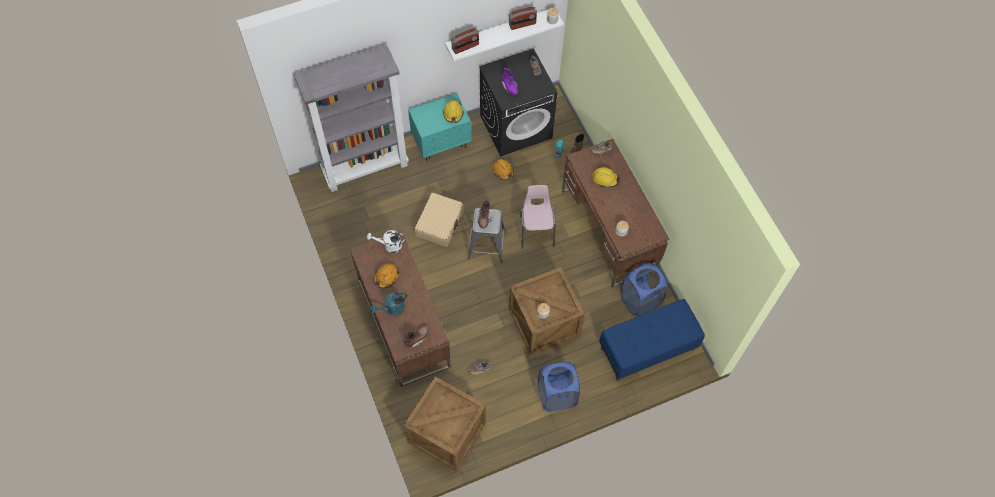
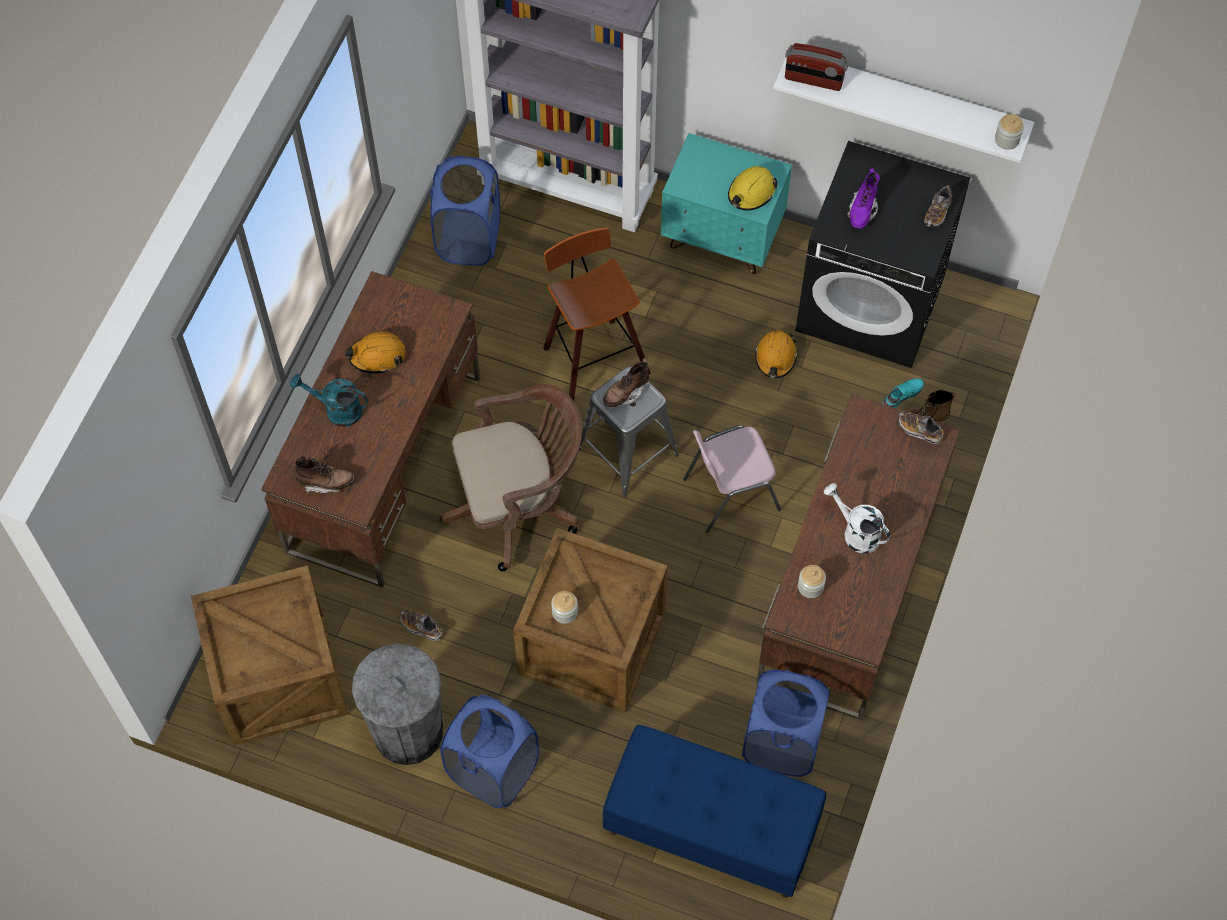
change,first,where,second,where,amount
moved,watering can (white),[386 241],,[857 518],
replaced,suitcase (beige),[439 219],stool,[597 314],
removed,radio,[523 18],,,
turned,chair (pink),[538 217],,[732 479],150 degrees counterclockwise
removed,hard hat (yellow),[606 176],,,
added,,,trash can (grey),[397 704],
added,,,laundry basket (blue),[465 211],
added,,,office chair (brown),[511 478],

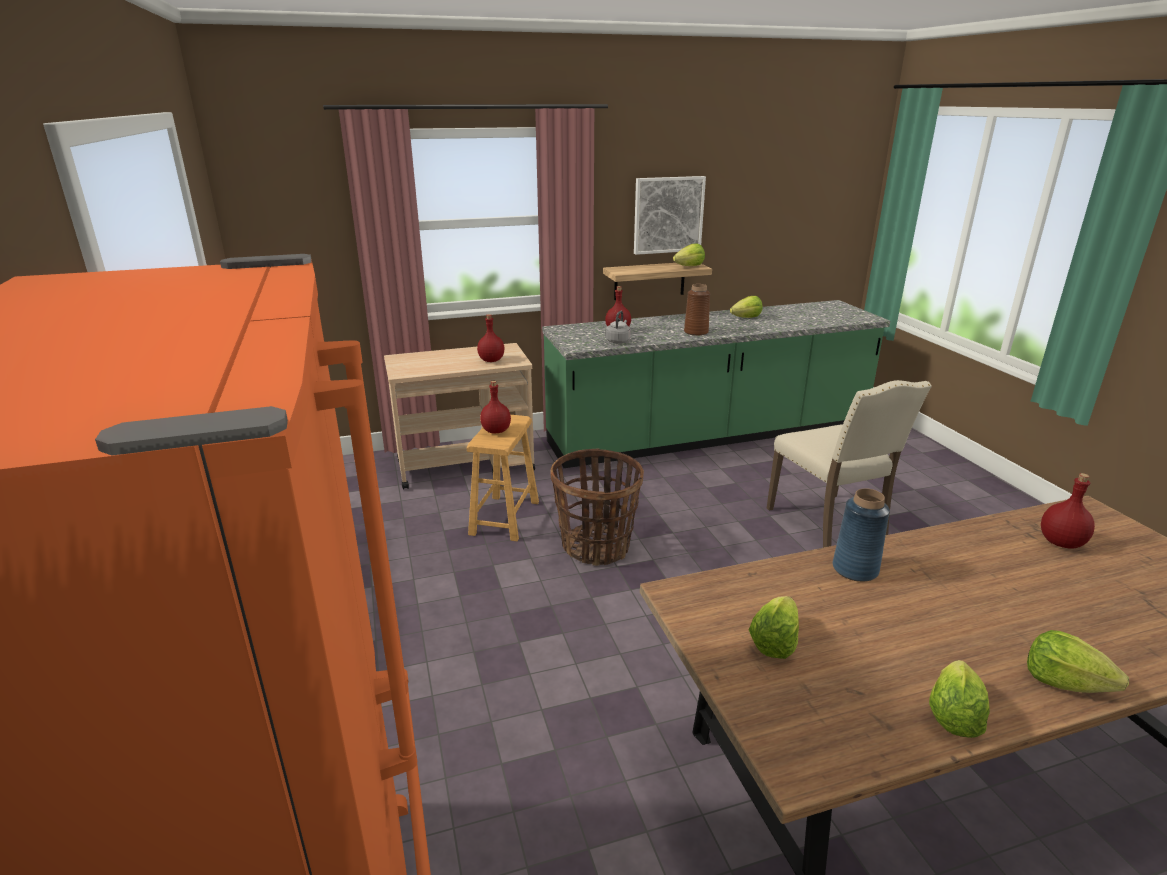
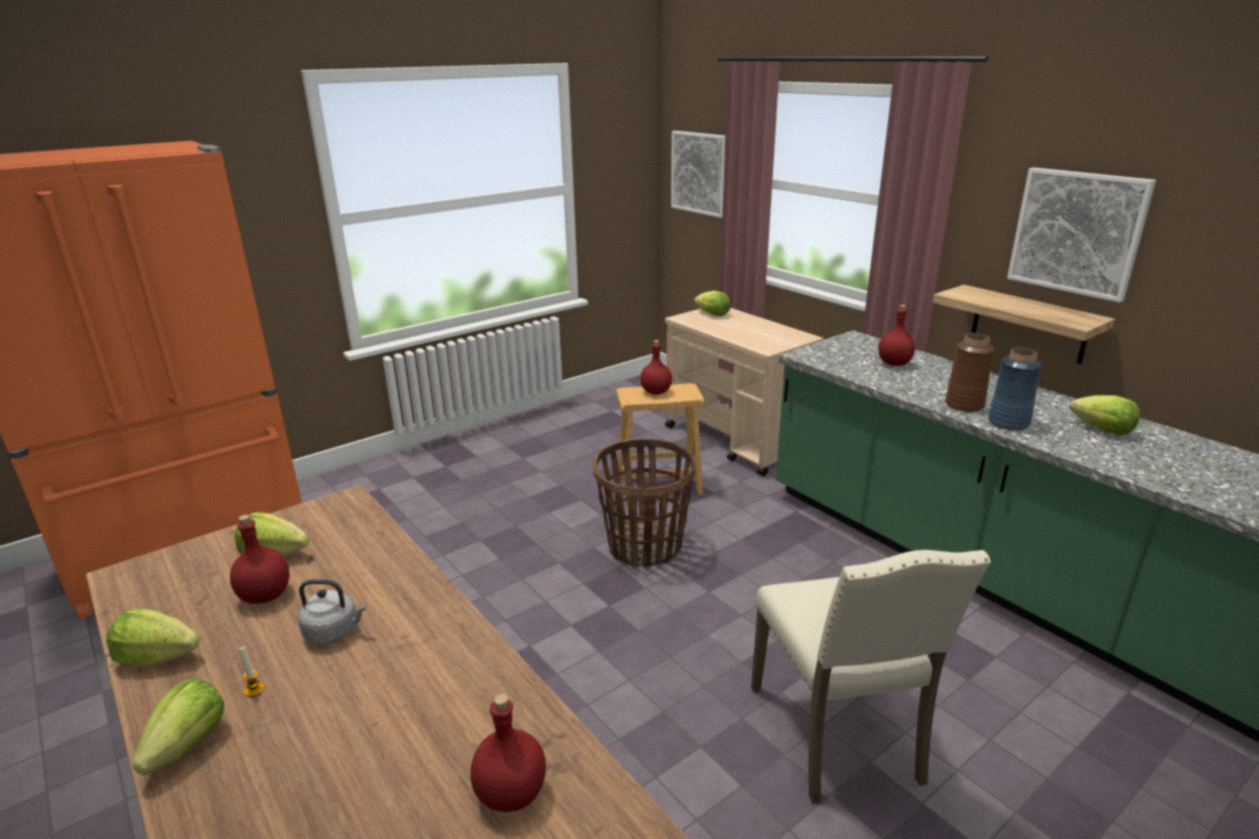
change,first,where,second,where,amount
moved,bottle (red),[490 338],,[259 559],
moved,kettle (grey),[618 327],,[332 611],
moved,lettuce,[689 254],,[712 303],
turned,chair (beige),[849 464],,[871 677],60 degrees counterclockwise
moved,vase (blue),[861 535],,[1015 389],
added,,,candle,[252 671],
added,,,picture,[698 174],

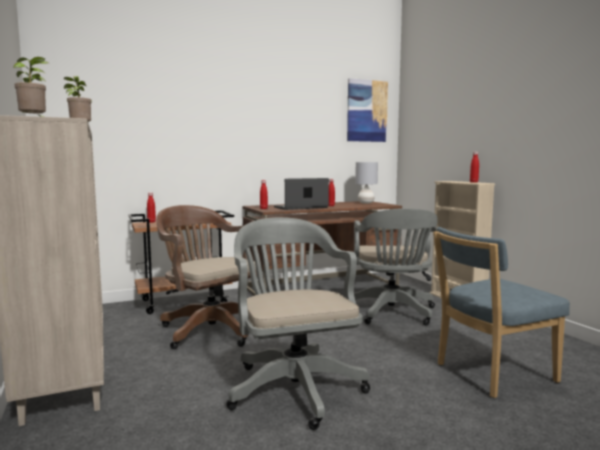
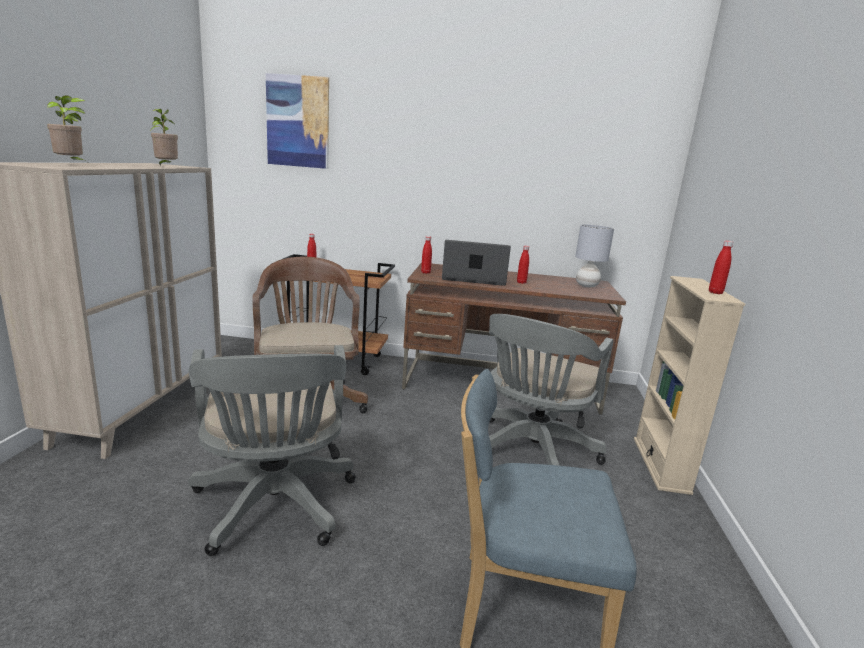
change,first,where,second,where,amount
turned,office chair (grey),[298 323],,[272 450],150 degrees clockwise
moved,picture,[367 110],,[297 121],

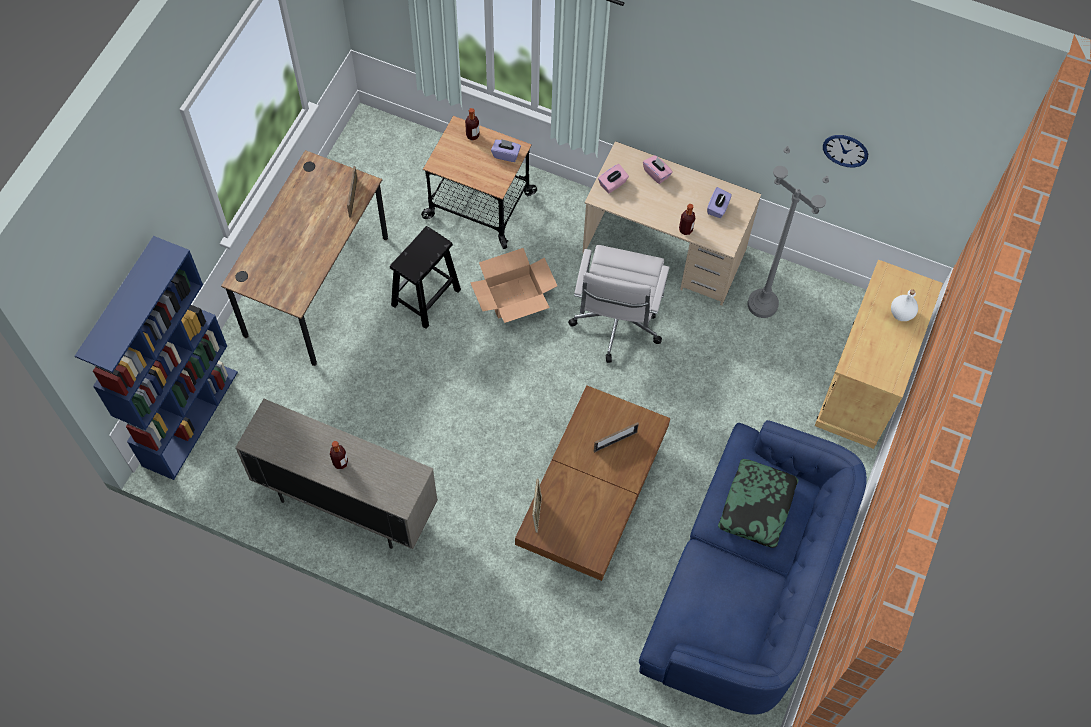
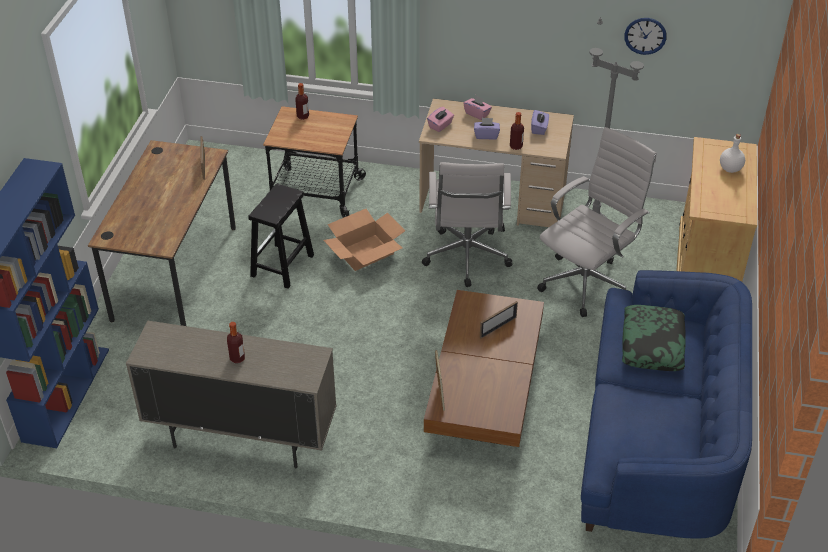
change,first,where,second,where,amount
moved,tissue box (purple),[506 150],,[487 129],
added,,,office chair (white),[596 222],

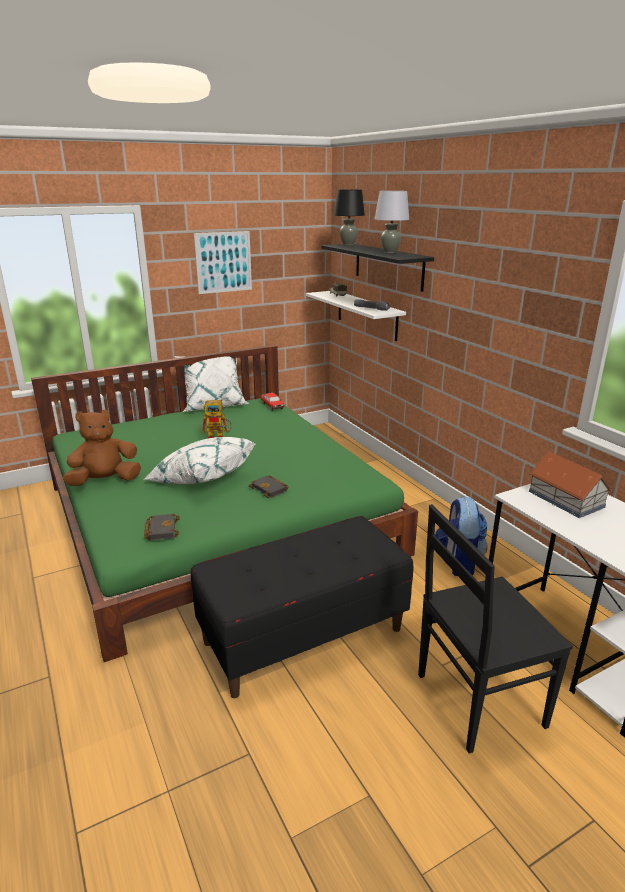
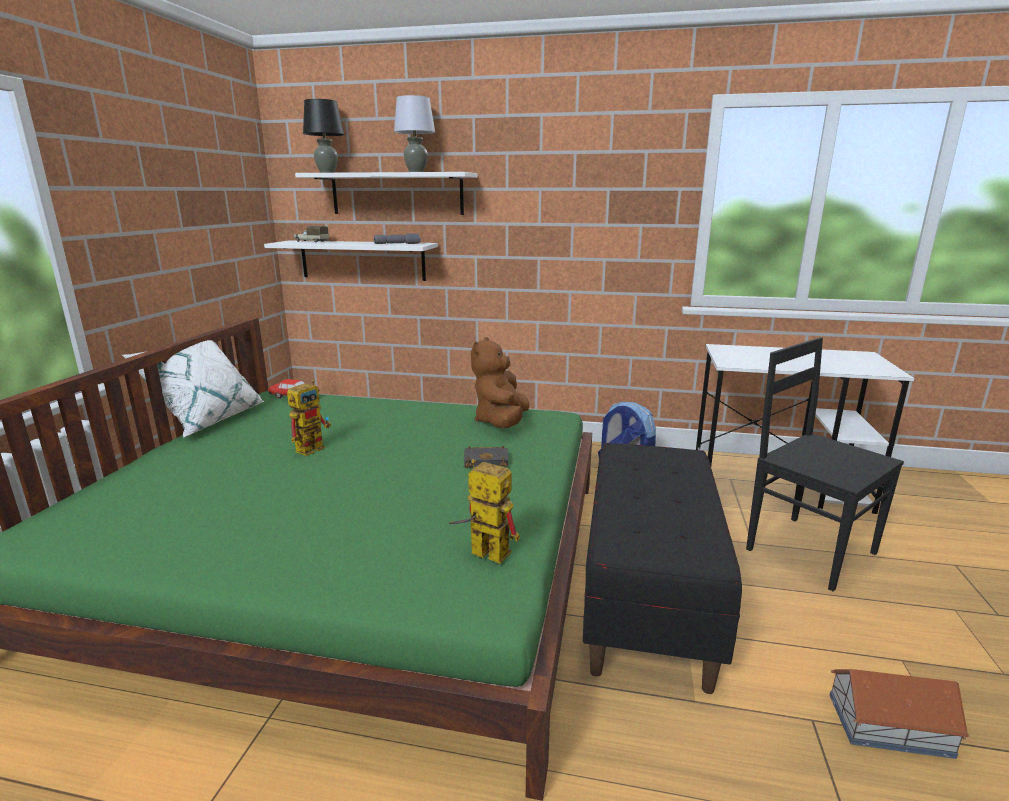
change,first,where,second,where,amount
moved,plush toy (brown),[101 448],,[500 382],
removed,pillow (white),[199 460],,,
replaced,book (black),[162 527],toy robot,[484 511],
removed,picture,[223 262],,,
recoloured,shelf (black),[377 268],shelf (white),[386 193],
turned,chair (black),[495 629],,[825 464],120 degrees clockwise
moved,toy house,[570 484],,[900 714],

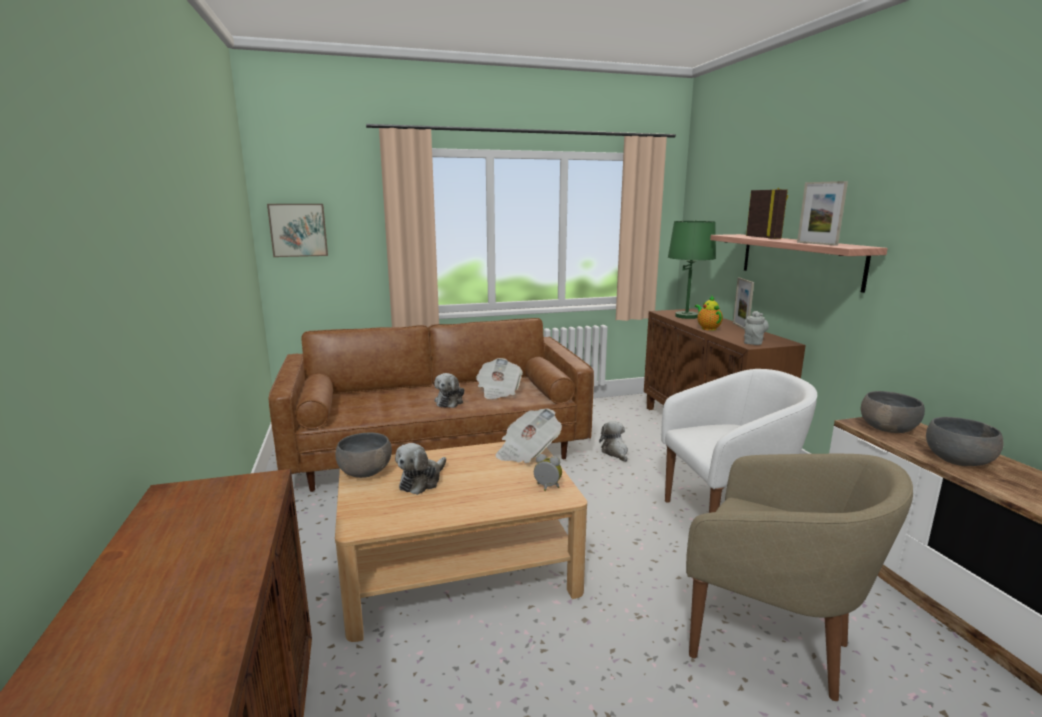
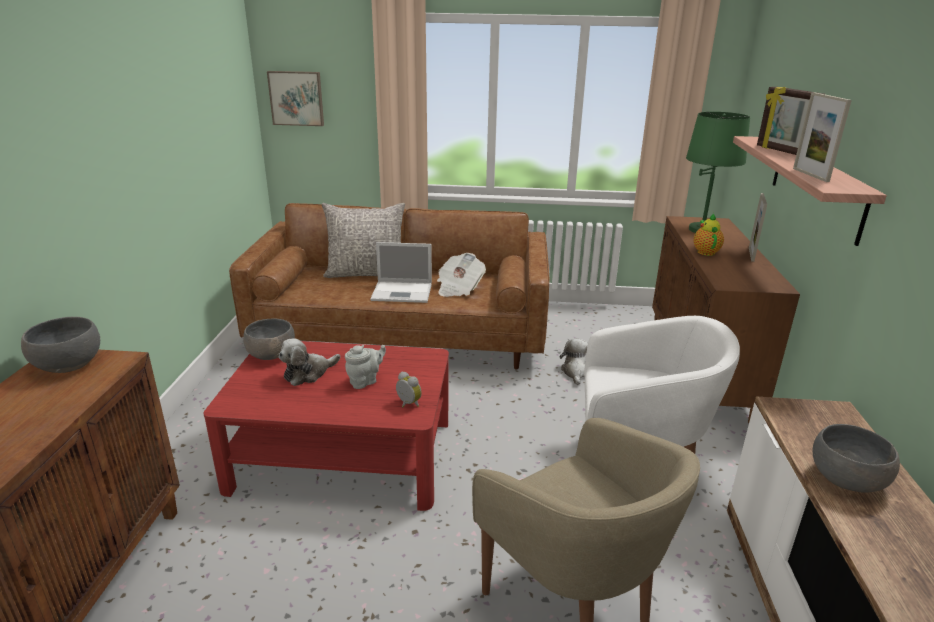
change,first,where,second,where,amount
recoloured,coffee table (beige),[461 542],coffee table (red),[326 426],
replaced,plush toy,[449 390],laptop,[401 272],
removed,newspaper,[528 435],,,
moved,teapot (grey),[756 328],,[365 367],
turned,picture frame,[767 213],,[790 121],150 degrees clockwise
moved,bowl (grey),[893 412],,[60 345],
added,,,pillow (grey),[363 240],

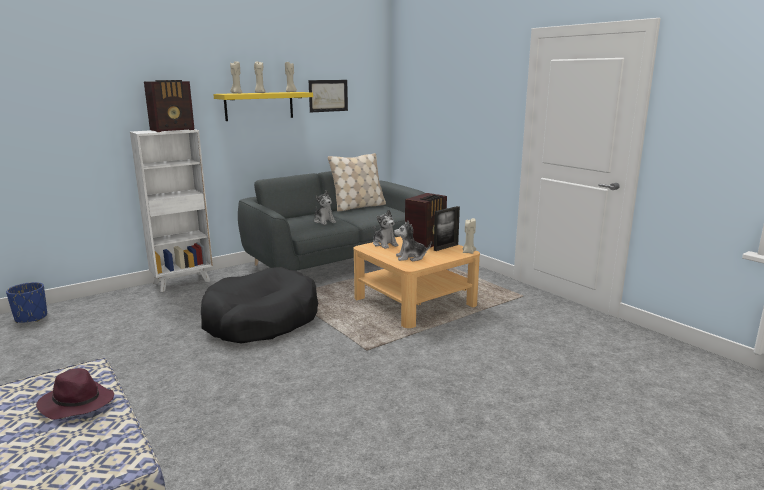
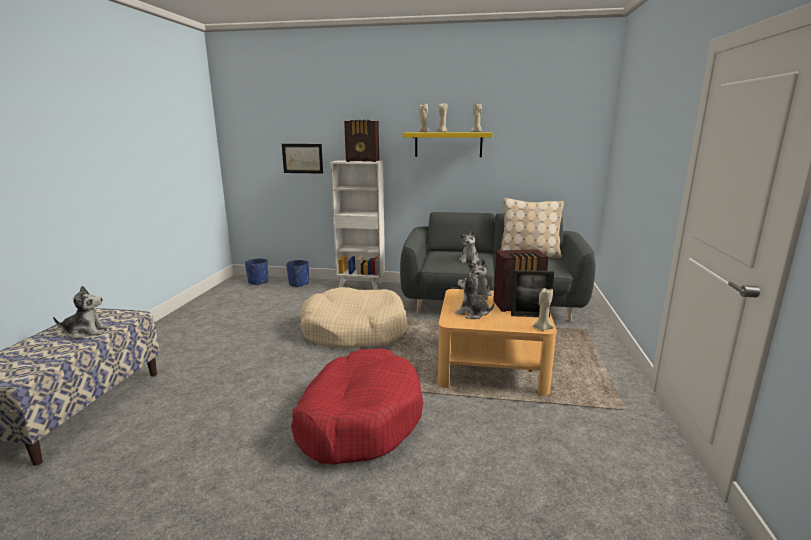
change,first,where,second,where,amount
replaced,hat (purple),[75 394],plush toy,[80 312],
recoloured,dog bed (black),[259 305],dog bed (beige),[353 317],
moved,picture,[328 96],,[302 159],
added,,,planter (blue),[297 273],
added,,,dog bed (red),[357 406],

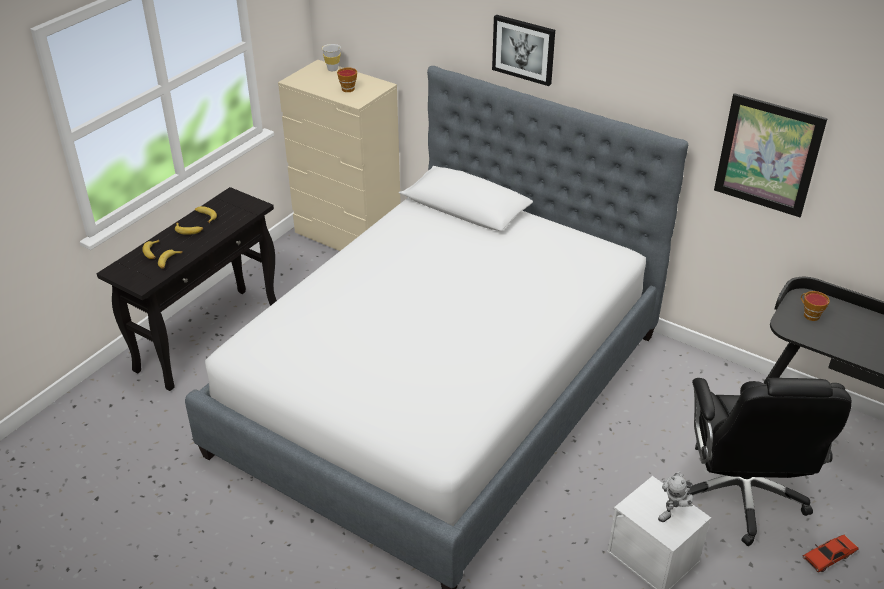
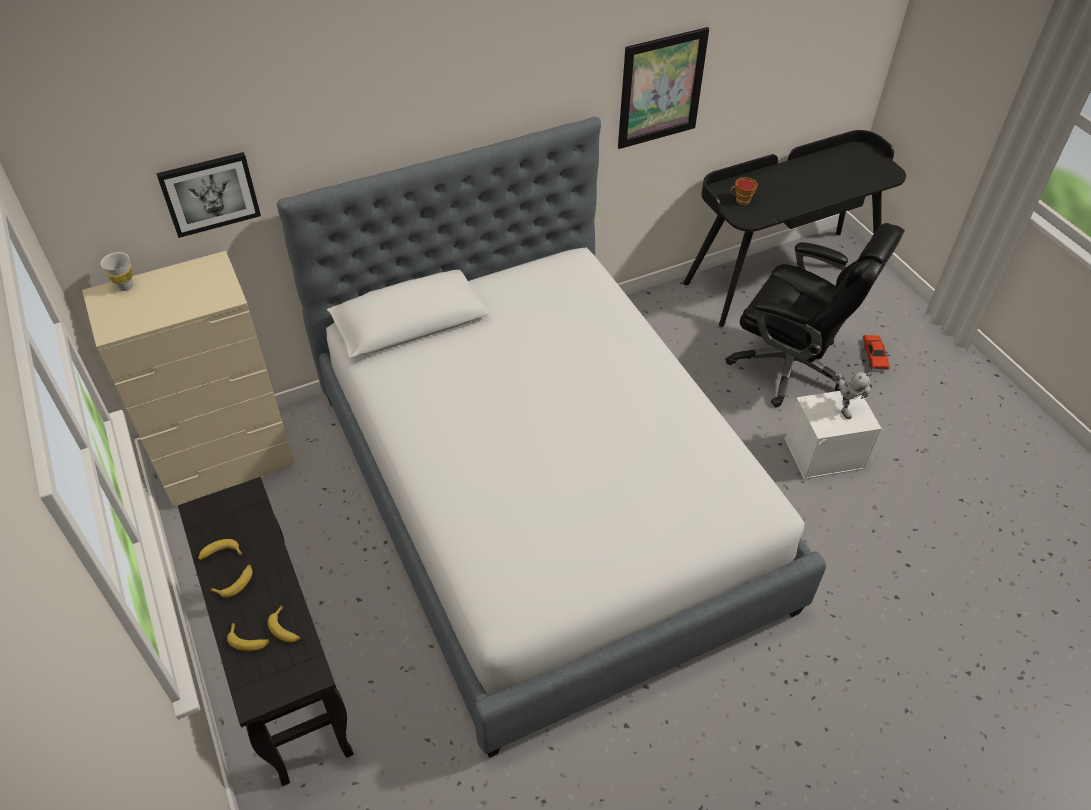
change,first,where,second,where,amount
removed,cup,[347 80],,,
moved,picture,[523 50],,[208 195],

